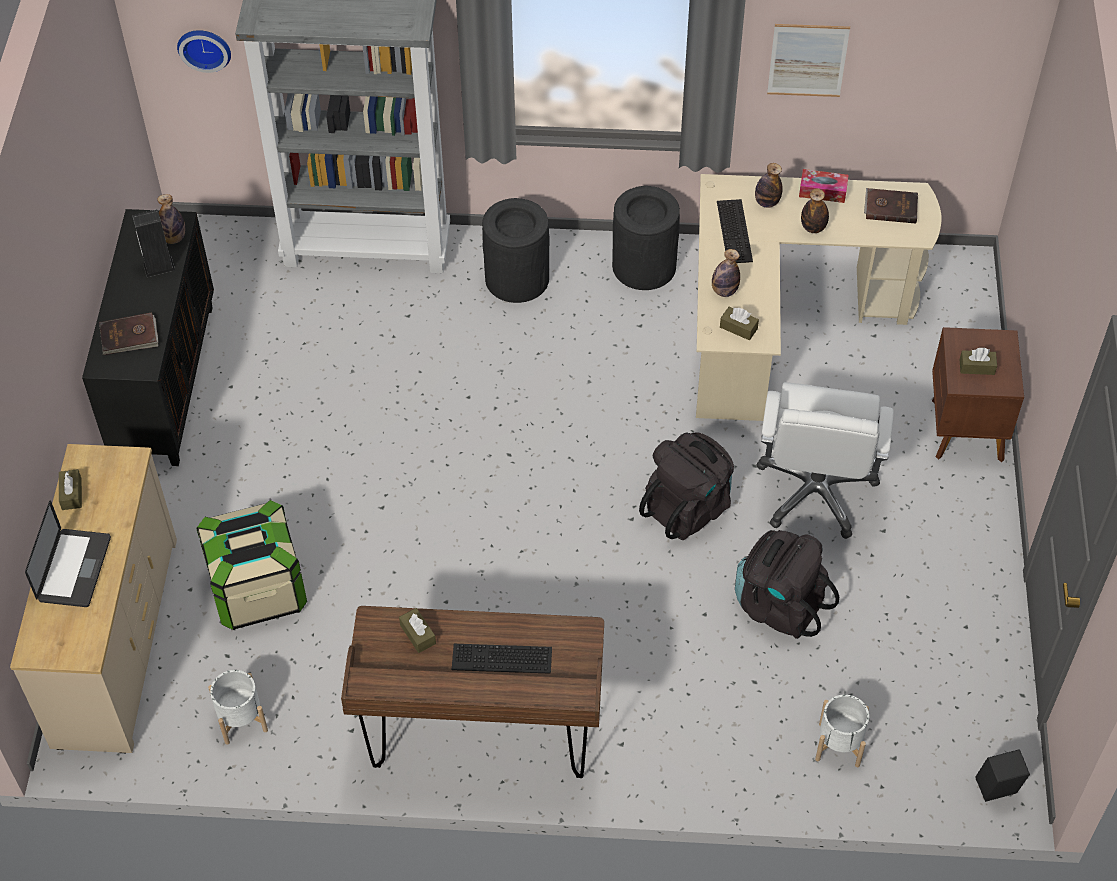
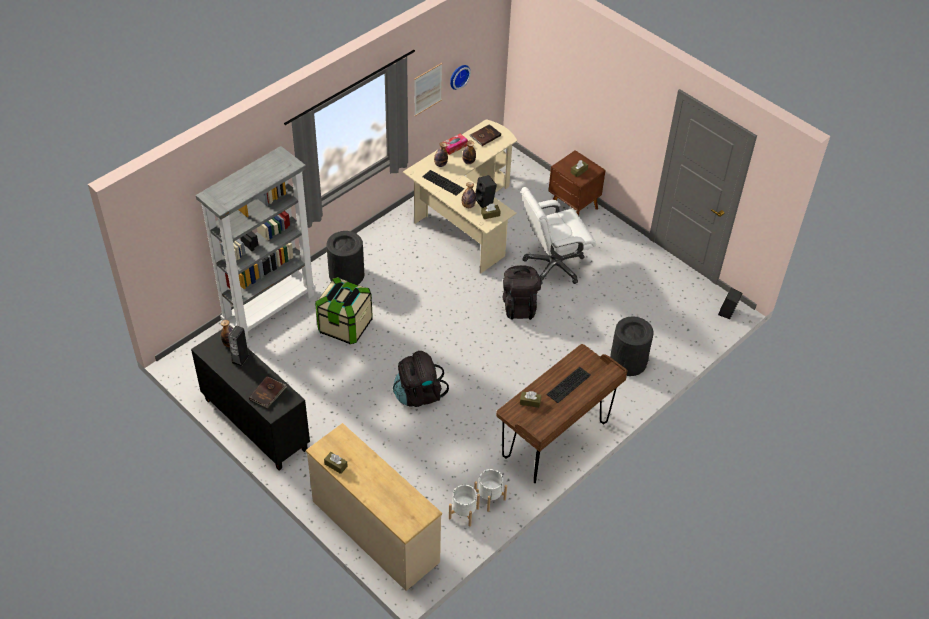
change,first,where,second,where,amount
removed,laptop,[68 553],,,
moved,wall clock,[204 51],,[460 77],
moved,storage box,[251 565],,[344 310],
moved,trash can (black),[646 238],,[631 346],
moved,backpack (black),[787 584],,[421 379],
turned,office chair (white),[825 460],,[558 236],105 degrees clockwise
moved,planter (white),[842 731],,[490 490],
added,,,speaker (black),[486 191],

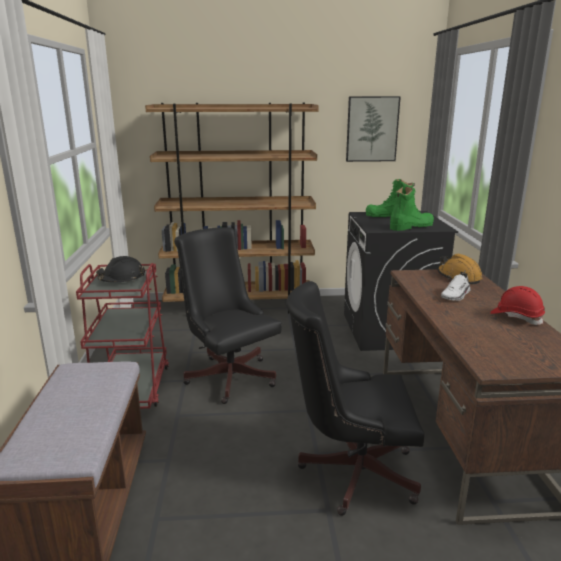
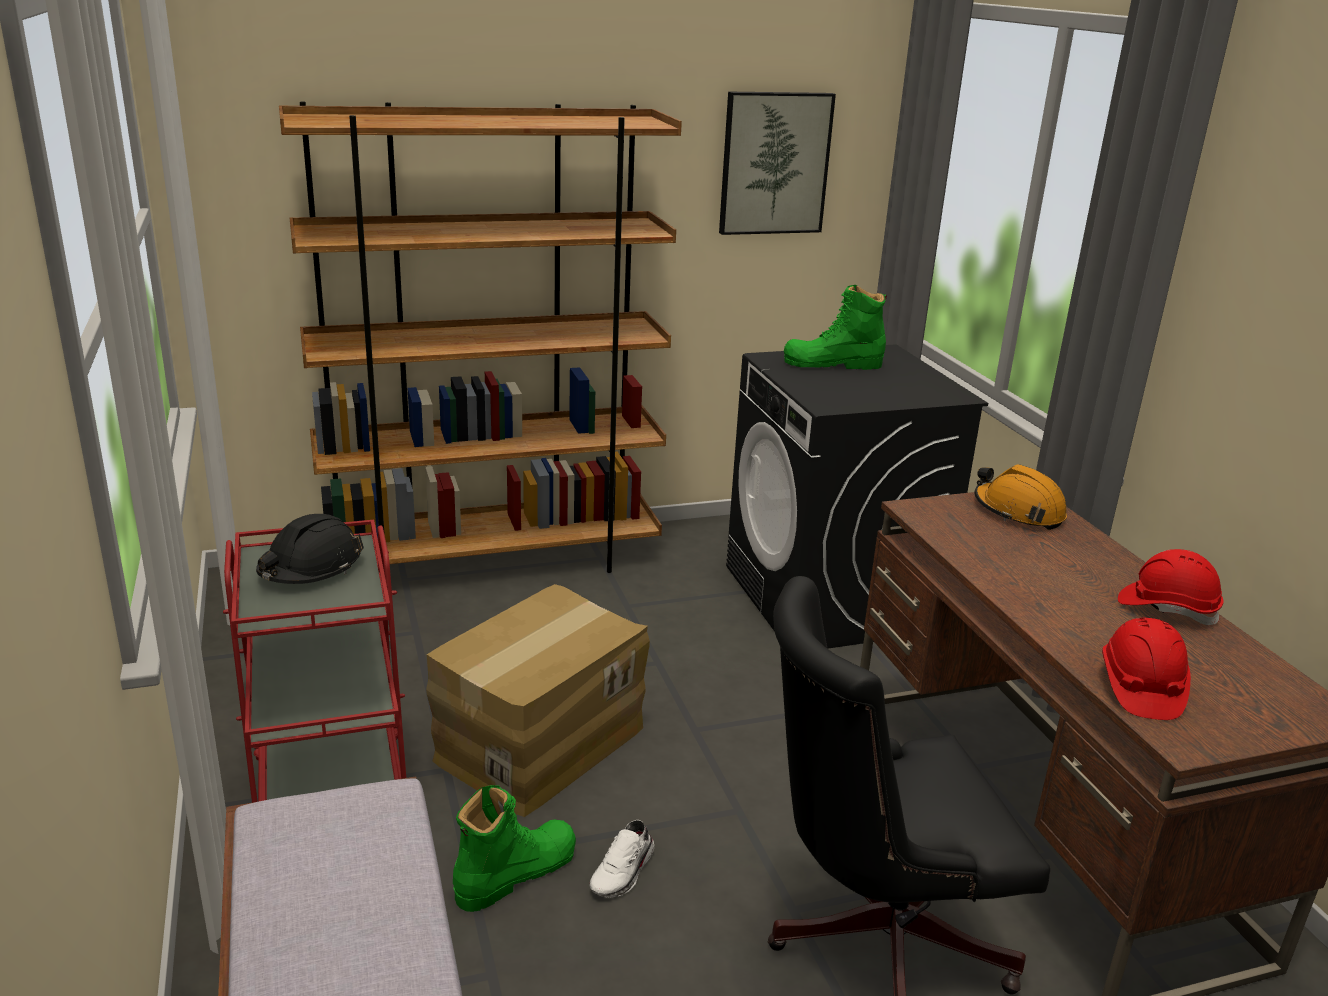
change,first,where,second,where,amount
replaced,office chair (black),[228 315],cardboard box,[538 700],
moved,boot (green),[412 209],,[514 848],
moved,shoe (white),[456 287],,[621 859],
added,,,hard hat (red),[1146 669],

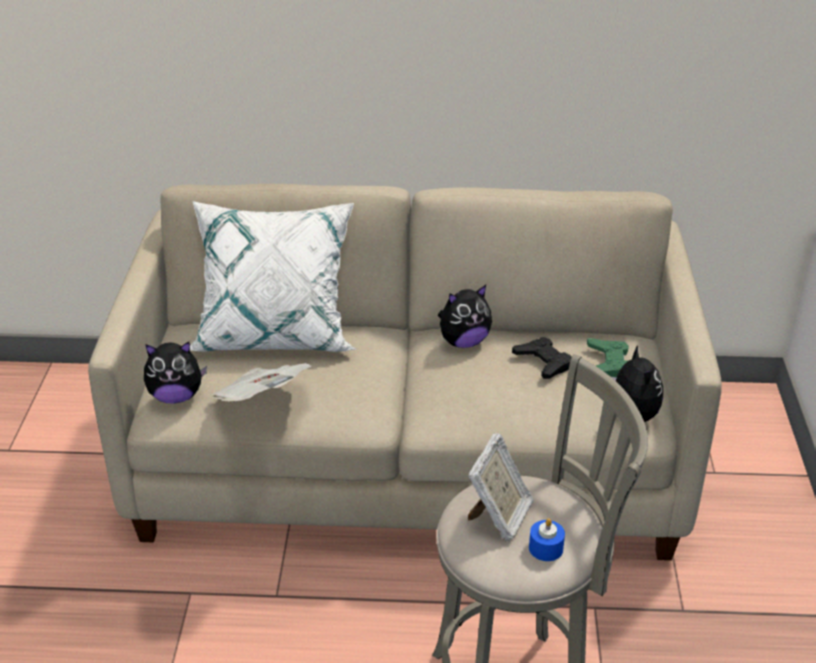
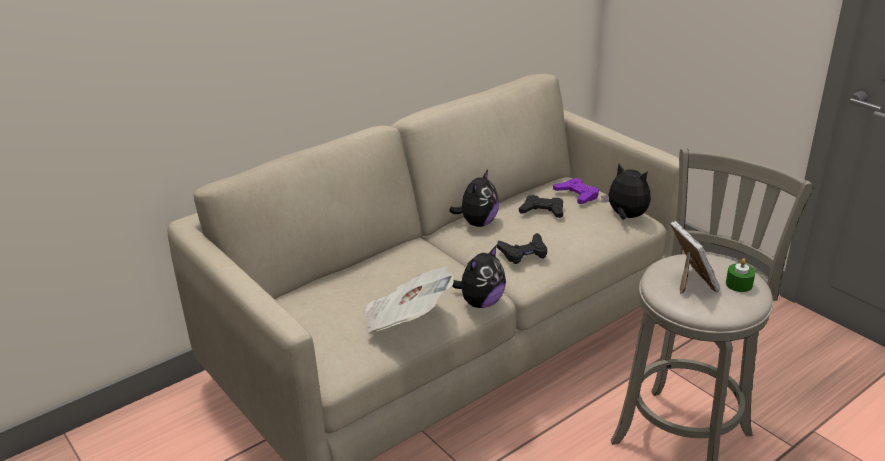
change,first,where,second,where,amount
moved,plush toy,[175 372],,[479 276],
removed,pillow (white),[273 276],,,
recoloured,candle (blue),[547 540],candle (green),[740 275],
recoloured,game controller (green),[608 358],game controller (purple),[576 191],
added,,,game controller (black),[522 248],

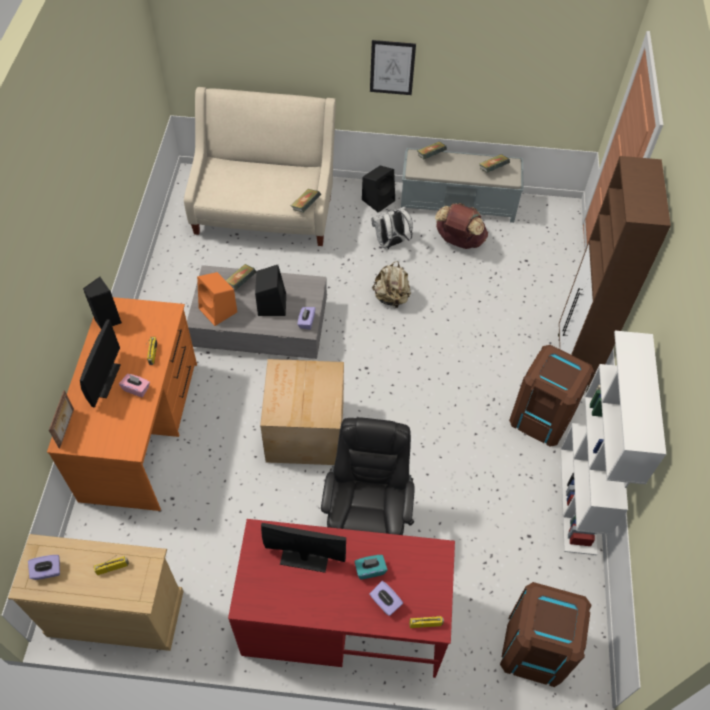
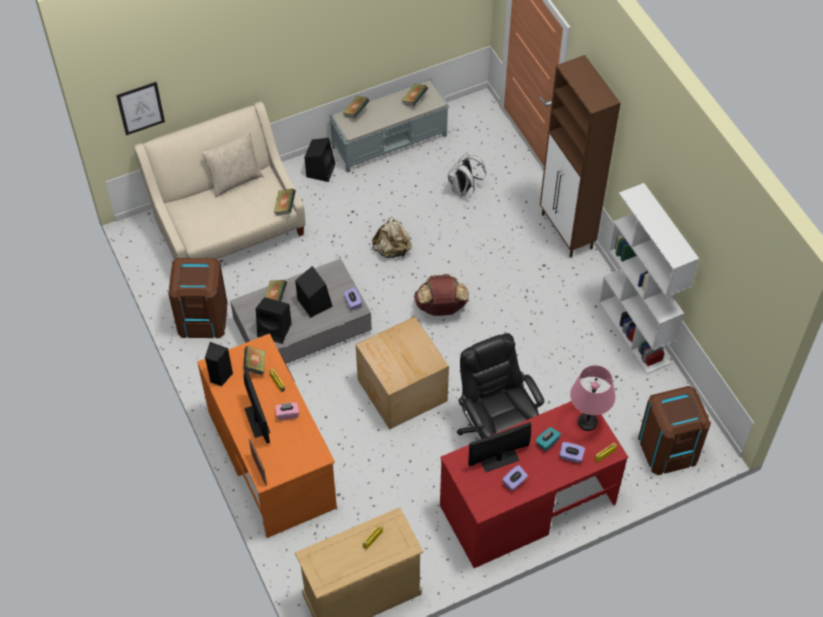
change,first,where,second,where,amount
moved,tissue box (purple),[44 567],,[515 478],
recoloured,speaker (orange),[217 299],speaker (black),[274 320],
moved,picture,[393 67],,[140 108],
moved,backpack (white),[392 228],,[467 174],
moved,backpack (brown),[461 226],,[441 295],
moved,trash can (brown),[551 396],,[198 298],
added,,,pillow (beige),[233 164],
added,,,book,[254 360],
added,,,table lamp (pink),[592 398],

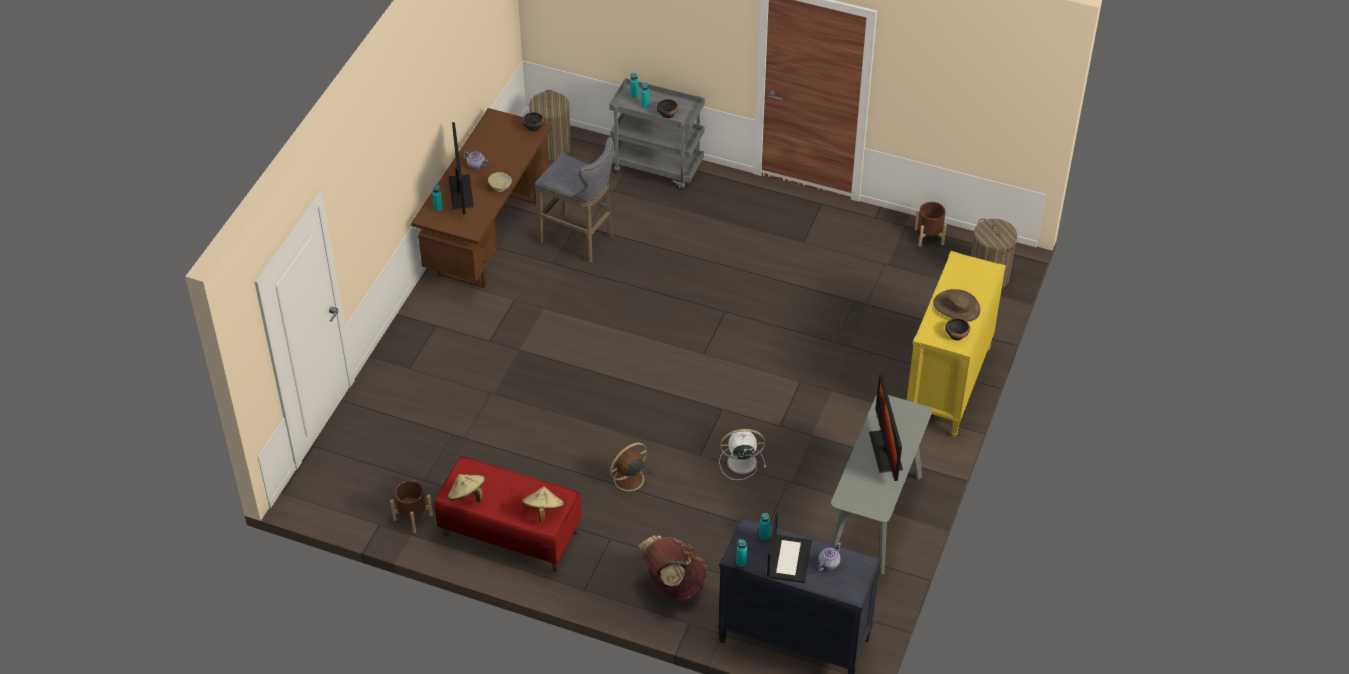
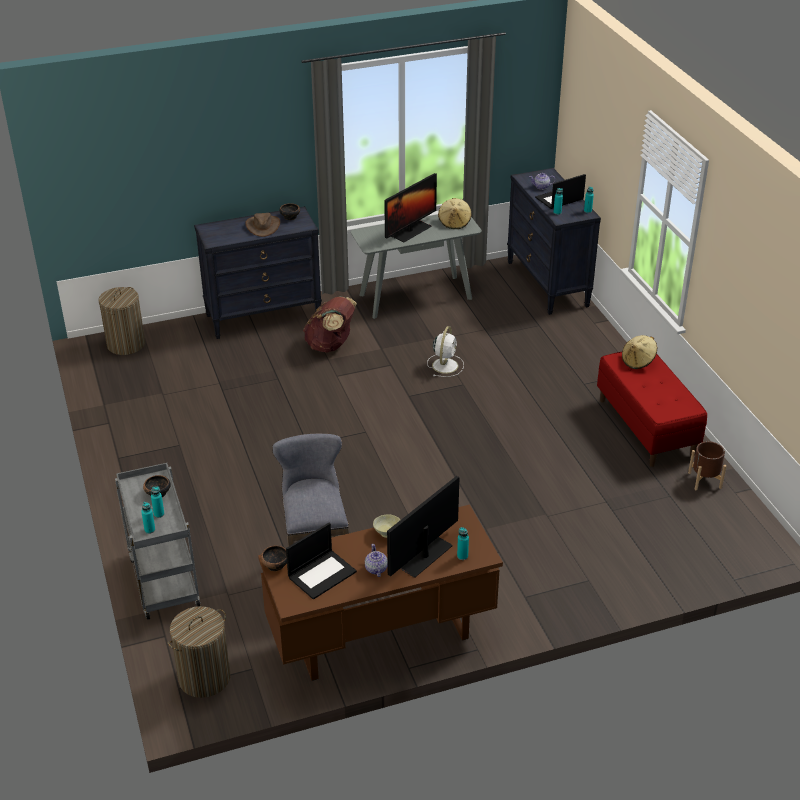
change,first,where,second,where,amount
moved,hat (beige),[466 488],,[454 213],
removed,fan (brown),[629 471],,,
moved,backpack (brown),[673 568],,[330 324],
turned,fan (white),[742 454],,[445 351],120 degrees counterclockwise
recoloured,dresser (yellow),[956 344],dresser (black),[258 272],
removed,planter (brown),[931 224],,,
added,,,laptop,[321 561],

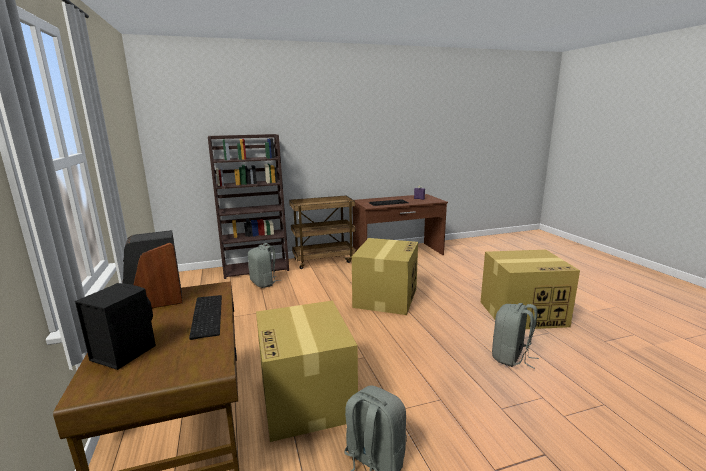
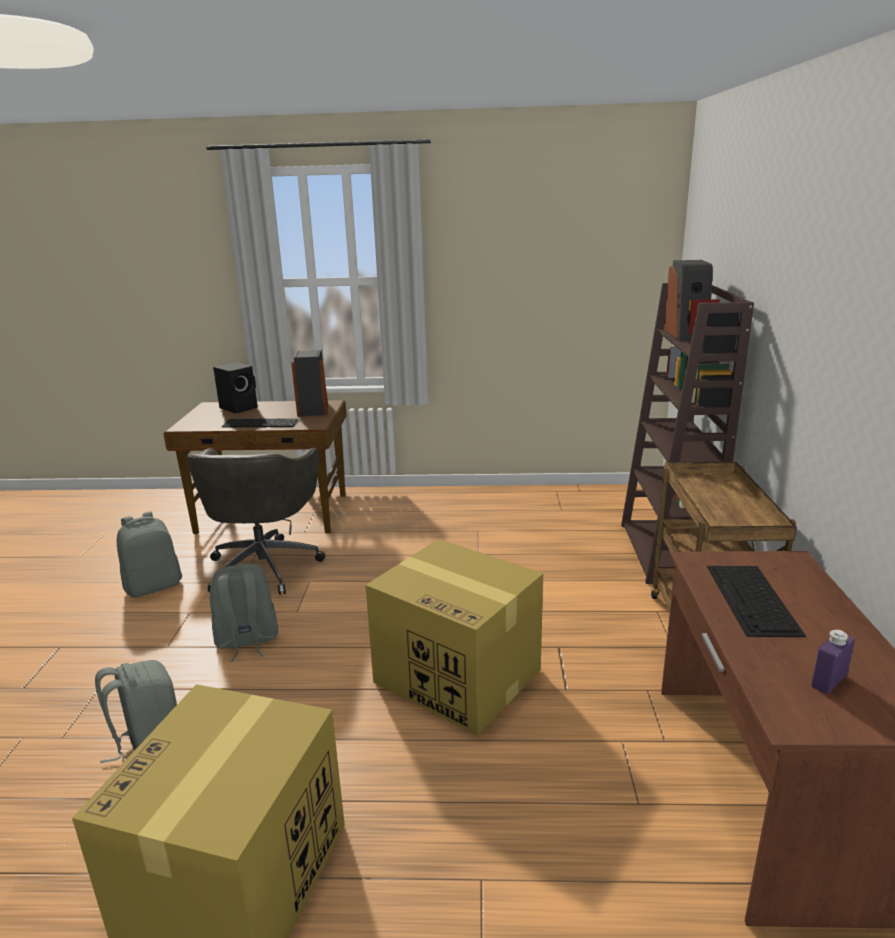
change,first,where,second,where,amount
moved,backpack (grey),[265 265],,[244 612],
replaced,cardboard box,[307 371],office chair (grey),[255 521],
added,,,speaker,[688 300],

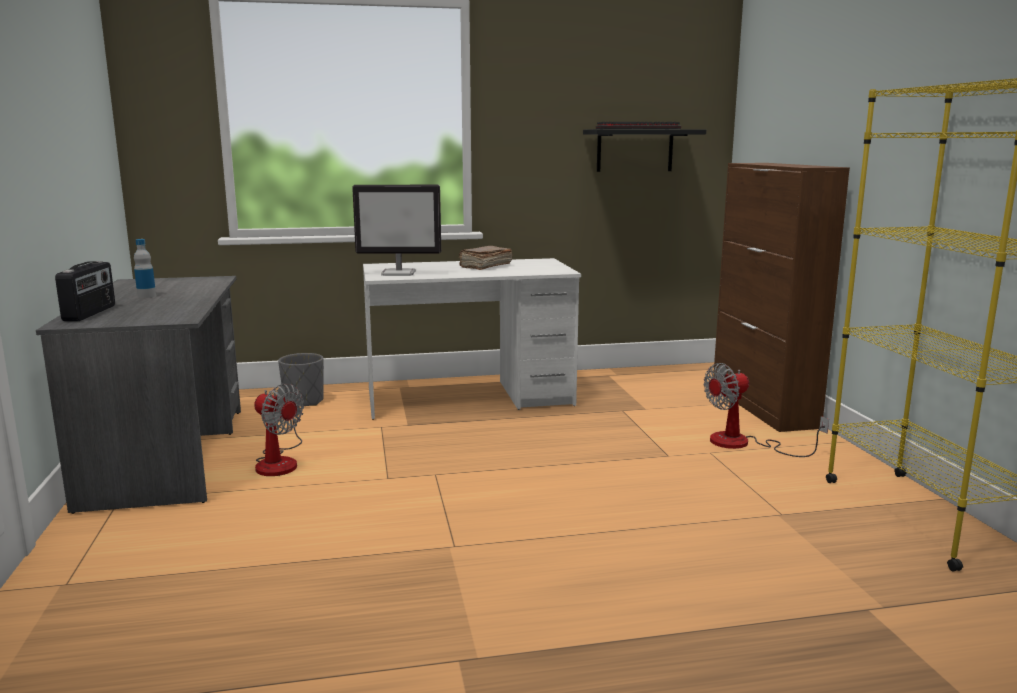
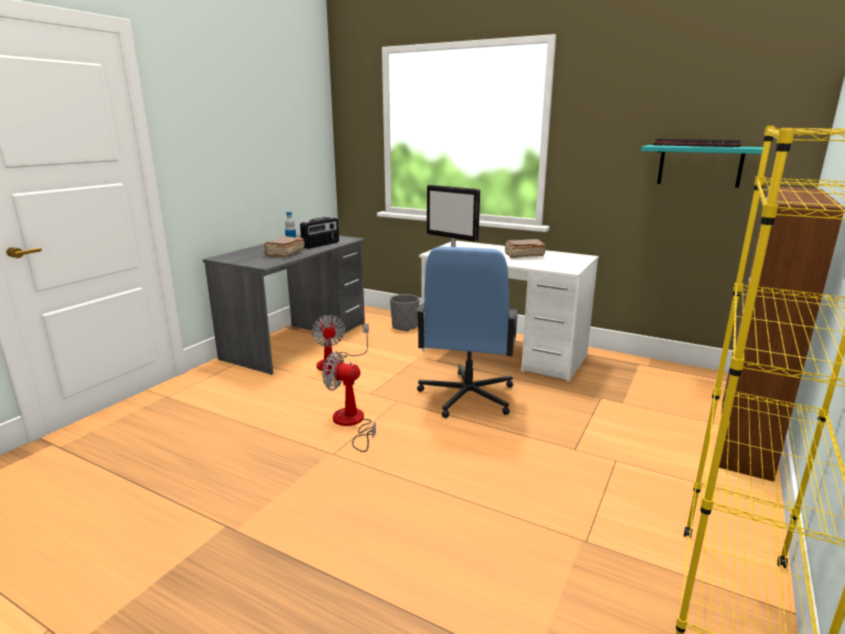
change,first,where,second,where,amount
moved,radio,[85 291],,[319 233],
recoloured,shelf (black),[644 150],shelf (turquoise),[702 166],
moved,fan,[766 410],,[349 401],
added,,,book (brown),[284 247],
added,,,office chair (blue),[467 332],

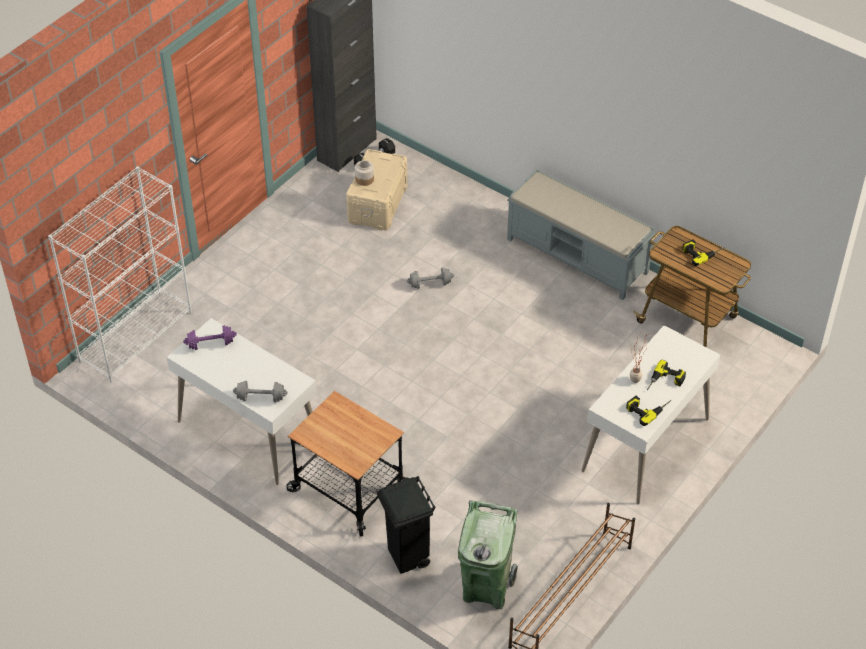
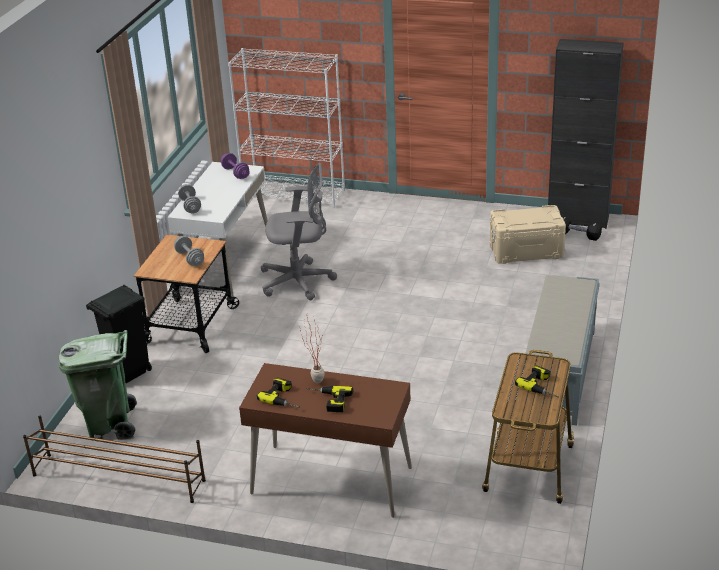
change,first,where,second,where,amount
removed,jar,[364 173],,,
moved,dumbbell (grey),[430 278],,[189 251],
recoloured,desk (white),[650 414],desk (brown),[325 440],
added,,,office chair (grey),[299 231],

